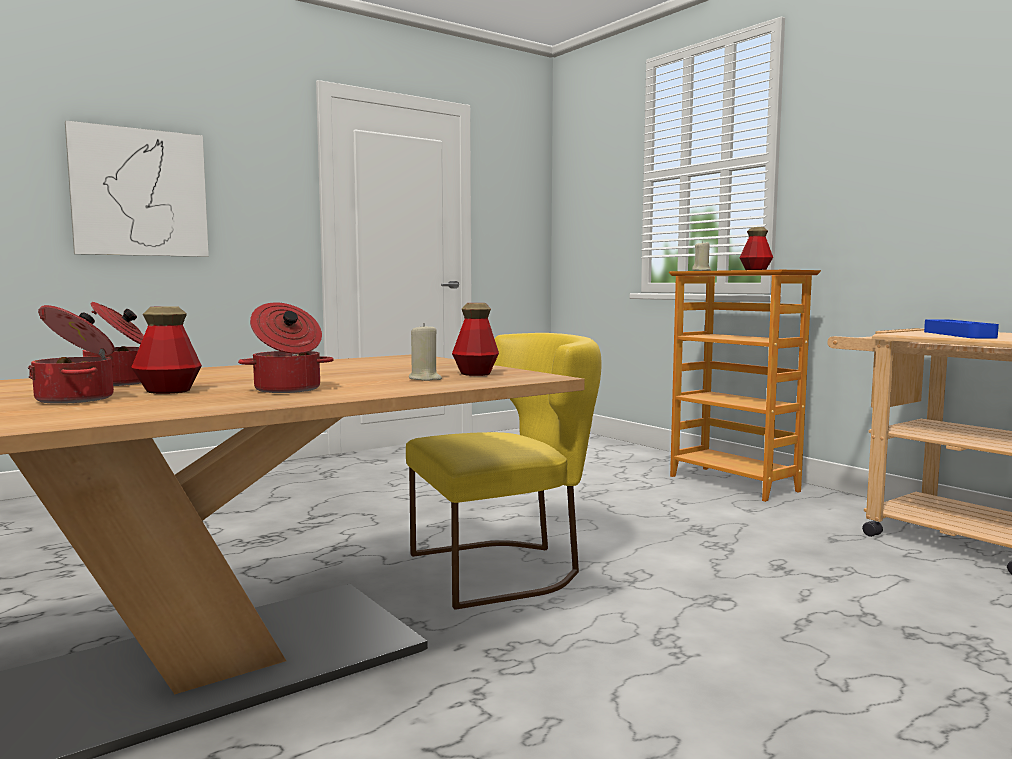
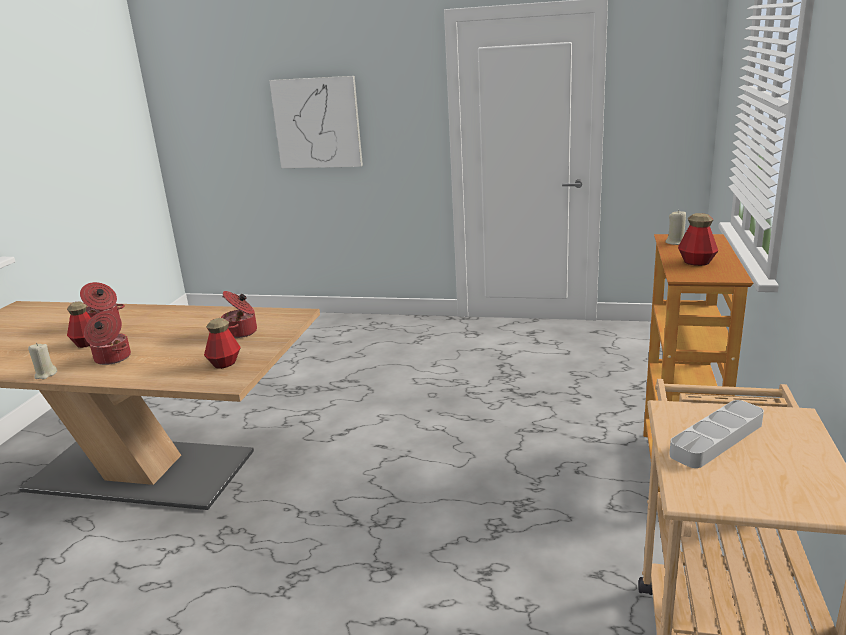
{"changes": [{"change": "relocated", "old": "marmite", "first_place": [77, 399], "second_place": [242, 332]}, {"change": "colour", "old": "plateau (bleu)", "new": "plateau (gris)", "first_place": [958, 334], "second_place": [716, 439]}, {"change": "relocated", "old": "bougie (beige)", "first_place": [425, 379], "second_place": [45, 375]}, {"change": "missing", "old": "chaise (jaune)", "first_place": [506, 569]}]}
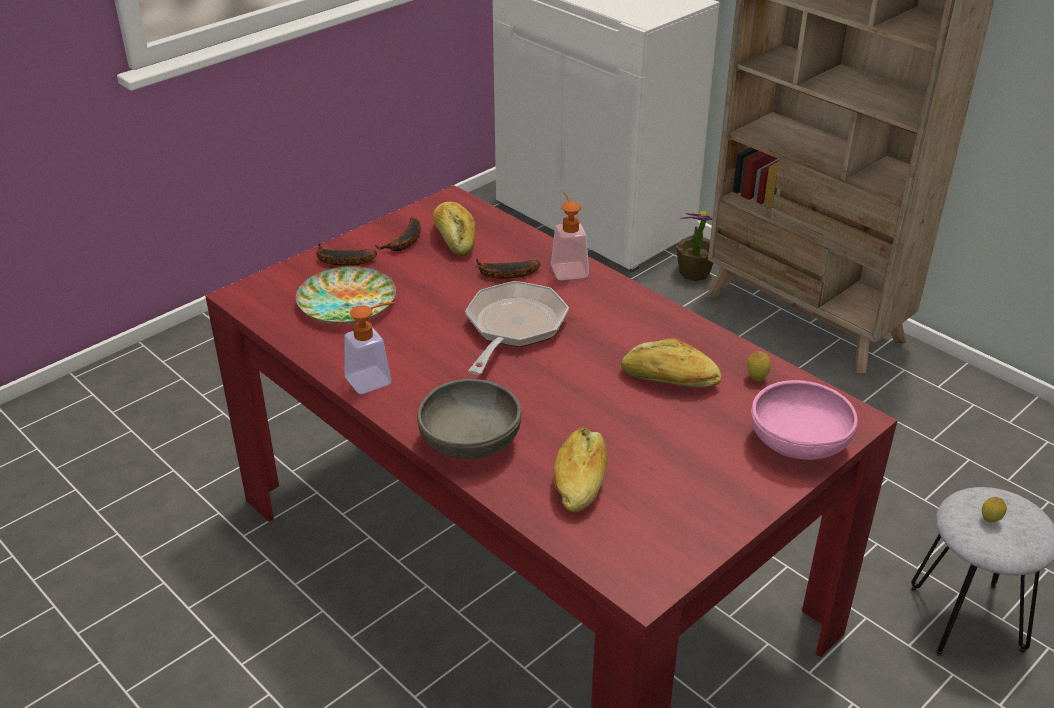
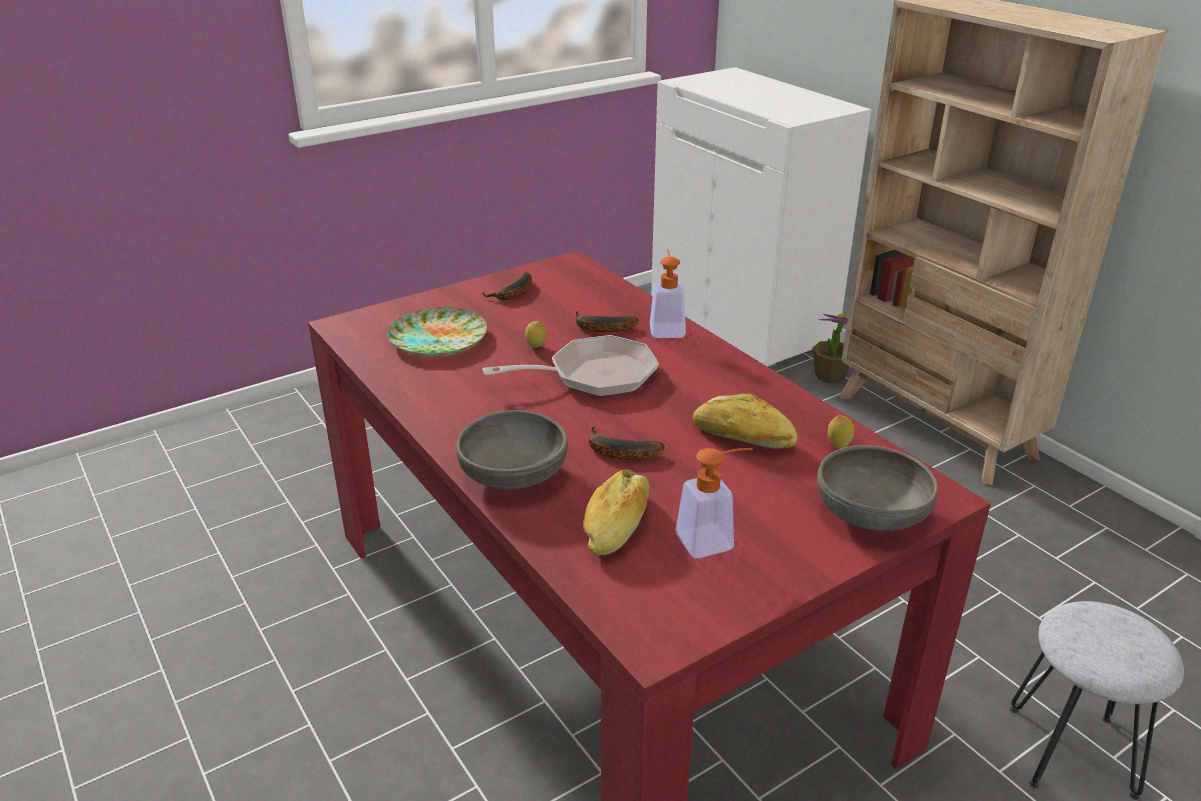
{"changes": [{"change": "missing", "old": "pain", "first_place": [455, 238]}, {"change": "relocated", "old": "banane", "first_place": [340, 261], "second_place": [617, 452]}, {"change": "spun", "old": "poêle", "first_place": [513, 328], "second_place": [594, 376], "degrees": 45}, {"change": "relocated", "old": "distributeur de savon", "first_place": [376, 378], "second_place": [713, 540]}, {"change": "colour", "old": "bol (rose)", "new": "bol (gris)", "first_place": [798, 443], "second_place": [870, 514]}, {"change": "relocated", "old": "citron", "first_place": [990, 521], "second_place": [536, 347]}]}
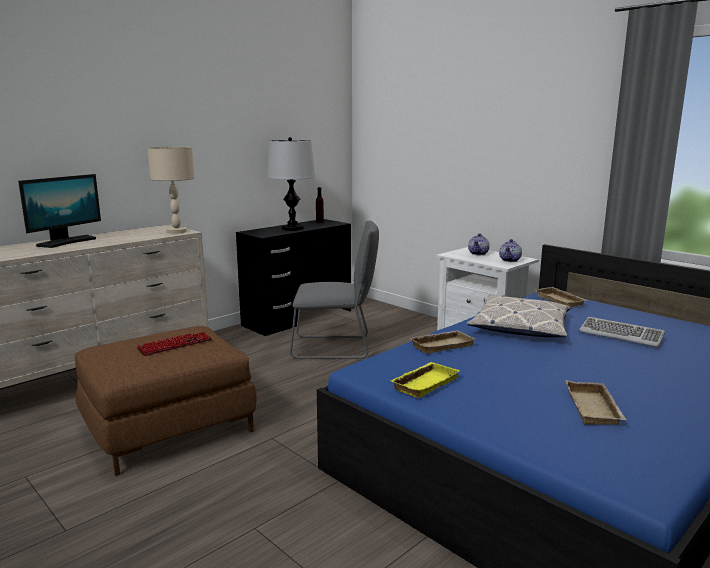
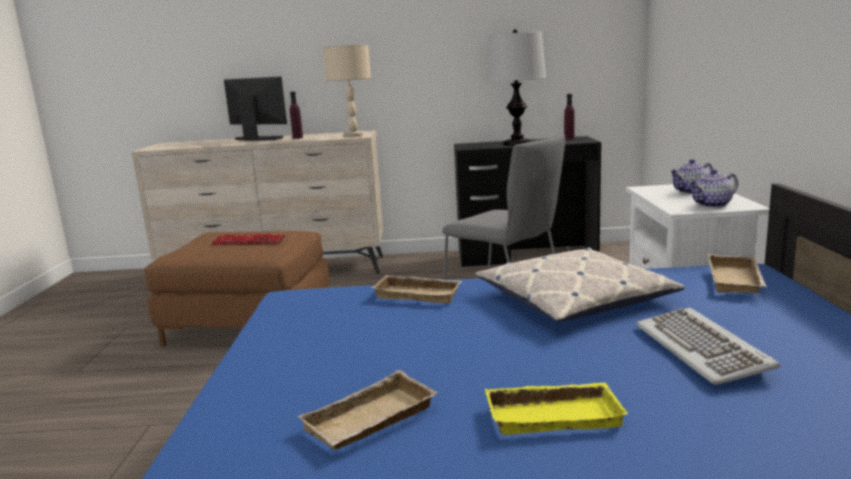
{"changes": [{"change": "spun", "old": "écran d'ordinateur", "first_place": [66, 242], "second_place": [258, 139], "degrees": -135}, {"change": "relocated", "old": "plateau (jaune)", "first_place": [424, 383], "second_place": [554, 414]}, {"change": "appeared", "new": "bouteille (violet)", "second_place": [297, 138]}]}
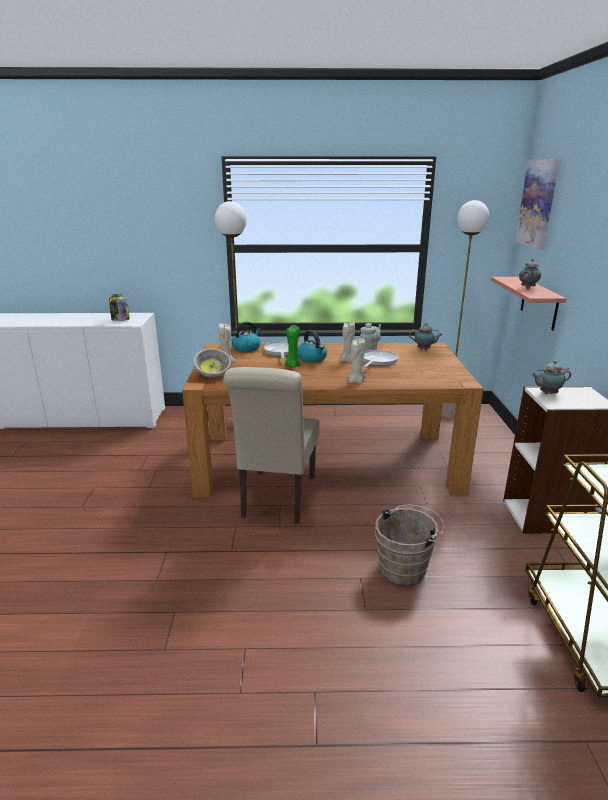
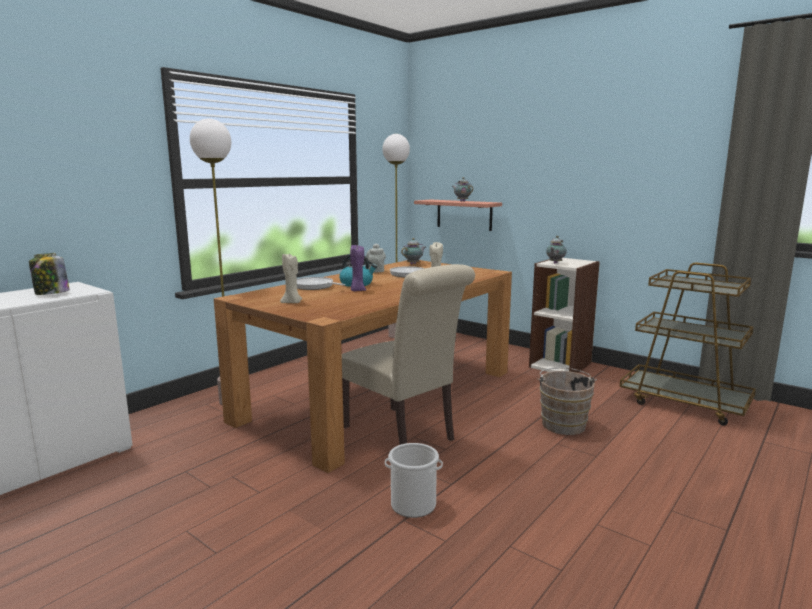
{"changes": [{"change": "missing", "old": "tableau", "first_place": [538, 203]}, {"change": "missing", "old": "bougie (beige)", "first_place": [347, 360]}, {"change": "missing", "old": "bouilloire", "first_place": [246, 348]}, {"change": "colour", "old": "bougie (vert)", "new": "bougie (violet)", "first_place": [292, 365], "second_place": [357, 290]}, {"change": "missing", "old": "bol", "first_place": [213, 375]}, {"change": "appeared", "new": "seau", "second_place": [412, 505]}]}
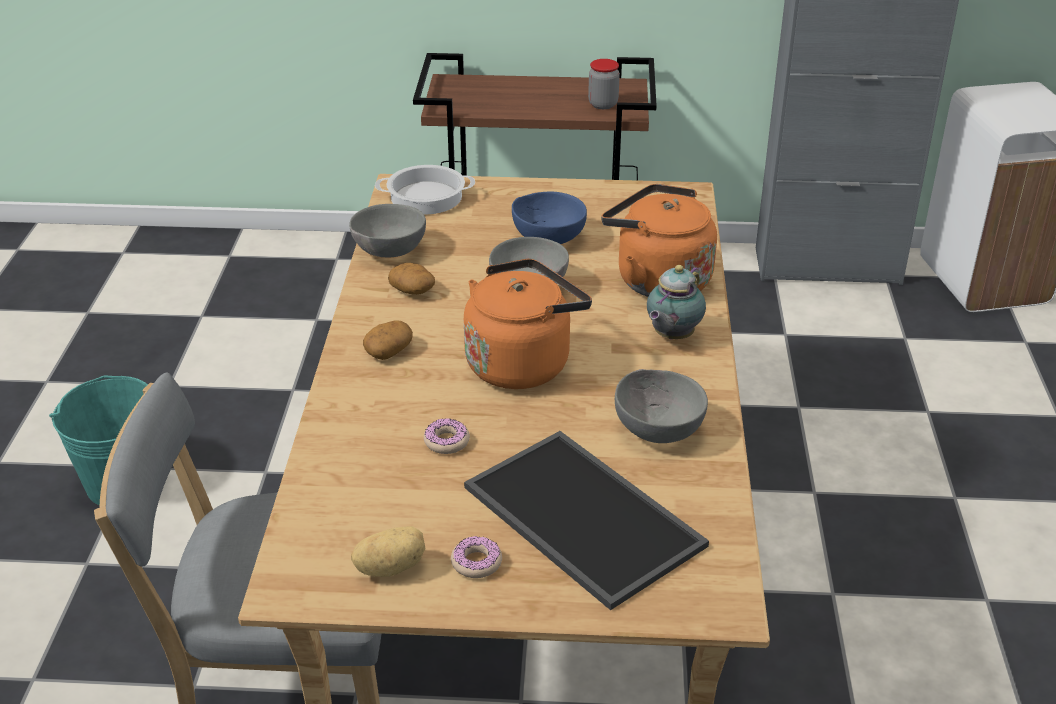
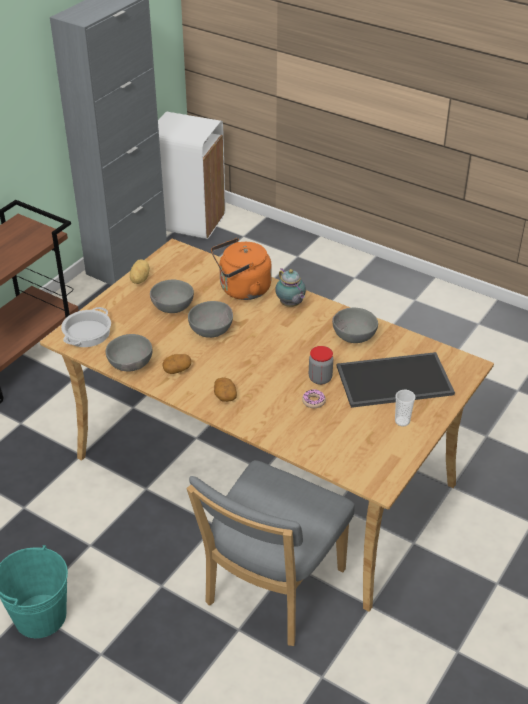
{"changes": [{"change": "relocated", "old": "bocal", "first_place": [603, 104], "second_place": [320, 378]}, {"change": "colour", "old": "bol (bleu)", "new": "bol (gris)", "first_place": [547, 237], "second_place": [171, 308]}, {"change": "missing", "old": "bouilloire (orange)", "first_place": [522, 363]}, {"change": "relocated", "old": "pomme de terre", "first_place": [390, 567], "second_place": [139, 279]}, {"change": "exchanged", "old": "beignet", "new": "tasse", "first_place": [476, 562], "second_place": [402, 421]}]}
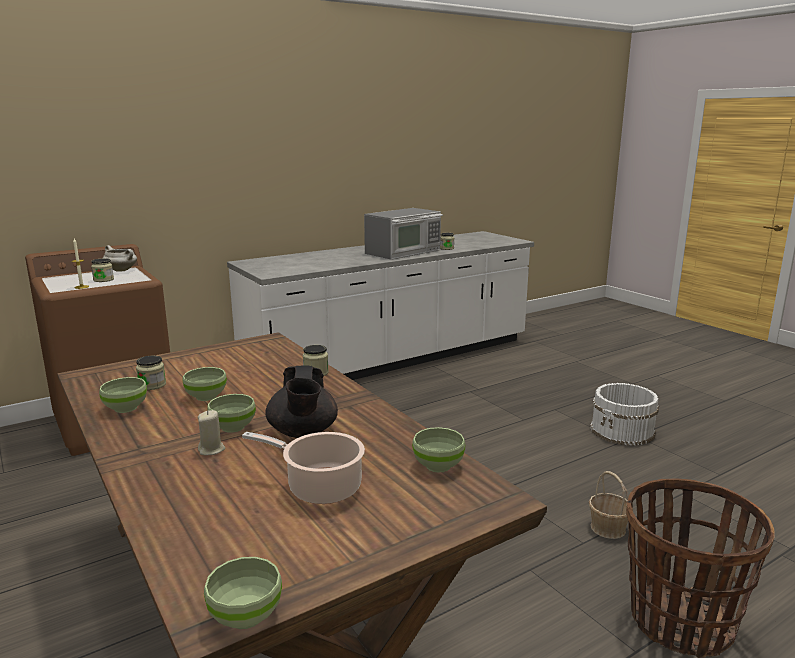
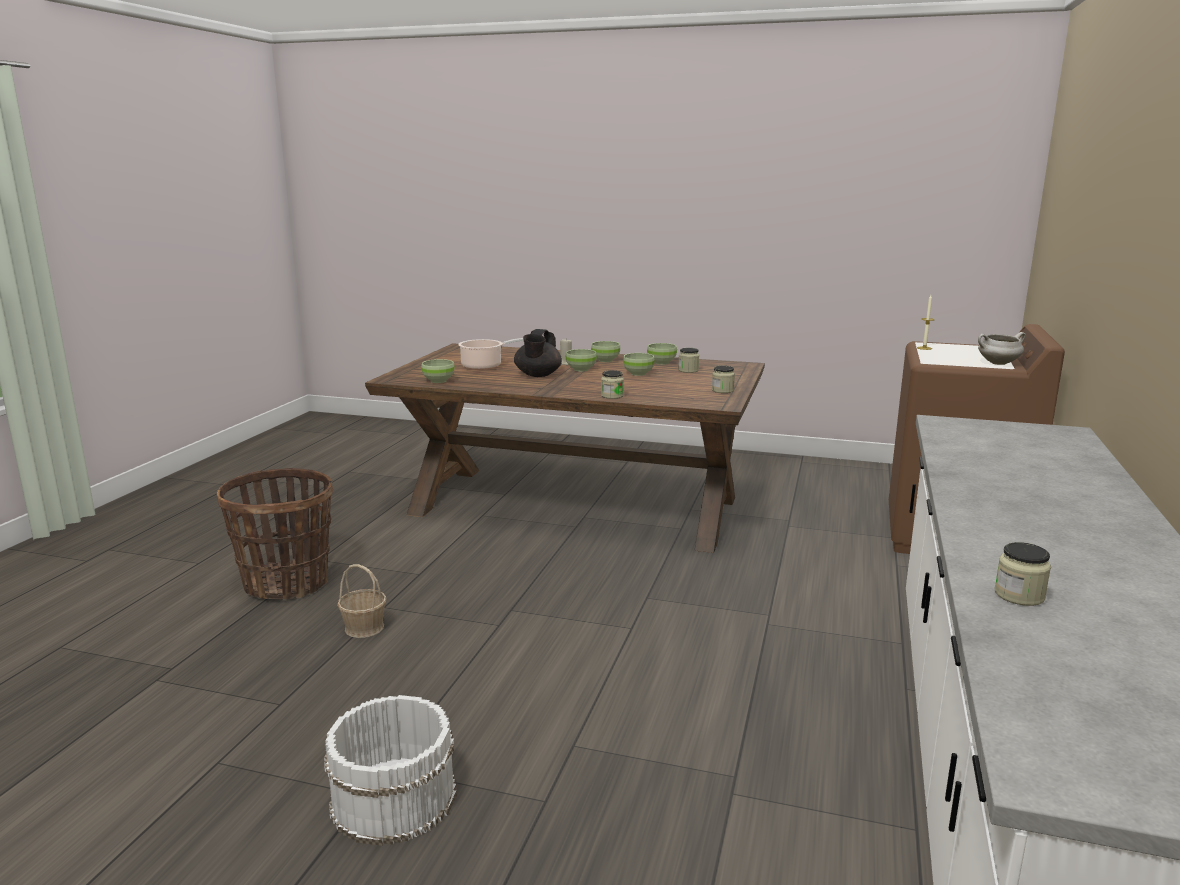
{"changes": [{"change": "missing", "old": "micro-ondes", "first_place": [404, 252]}, {"change": "relocated", "old": "bocal", "first_place": [103, 280], "second_place": [722, 390]}, {"change": "spun", "old": "théière (noir)", "first_place": [303, 433], "second_place": [538, 375], "degrees": -120}, {"change": "relocated", "old": "bol (vert)", "first_place": [245, 617], "second_place": [605, 360]}]}
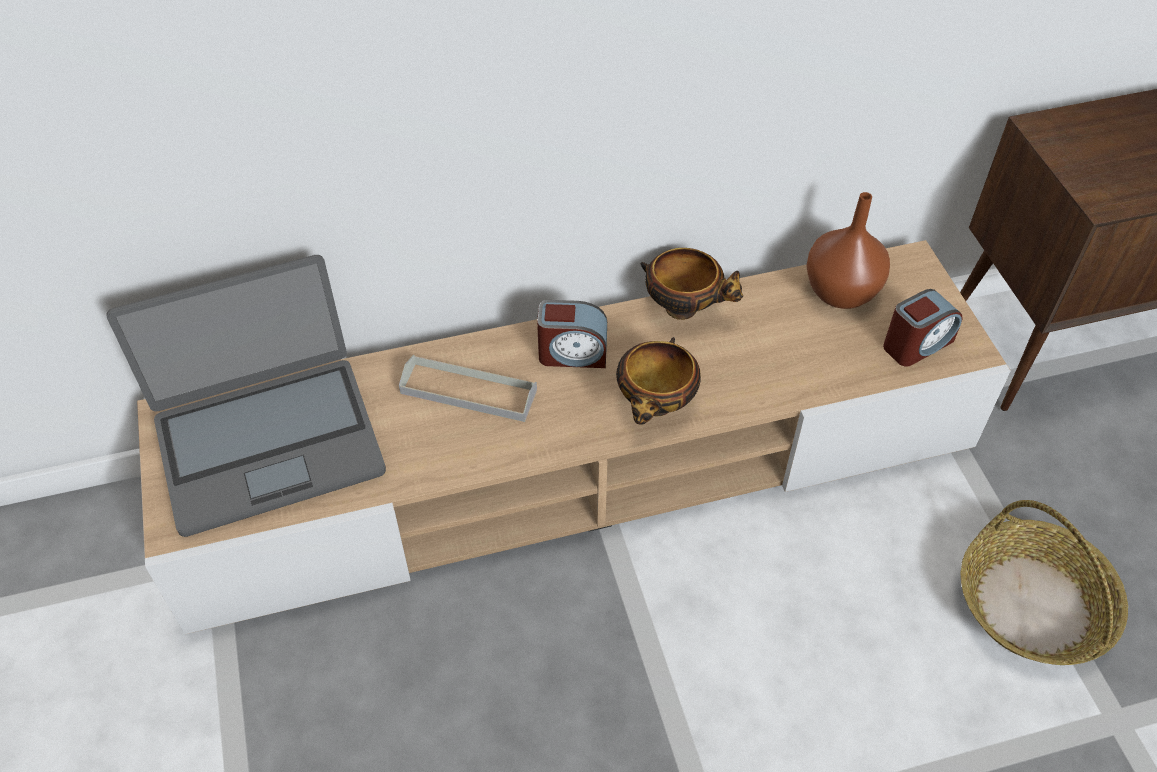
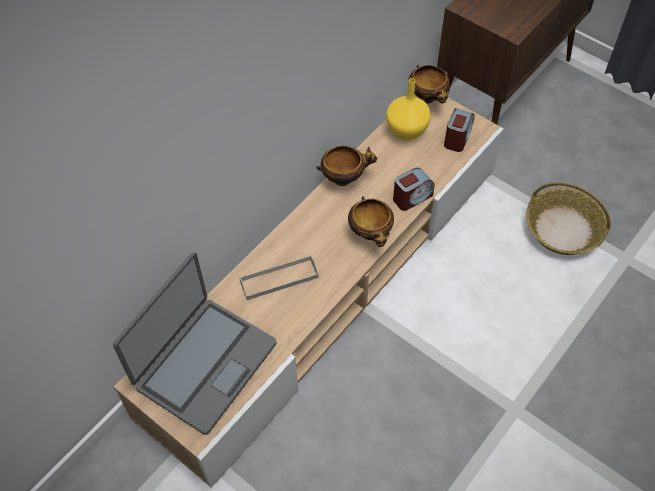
{"changes": [{"change": "colour", "old": "vase (marron)", "new": "vase (jaune)", "first_place": [840, 294], "second_place": [407, 131]}, {"change": "relocated", "old": "réveil", "first_place": [572, 353], "second_place": [412, 197]}, {"change": "appeared", "new": "bol", "second_place": [428, 98]}]}
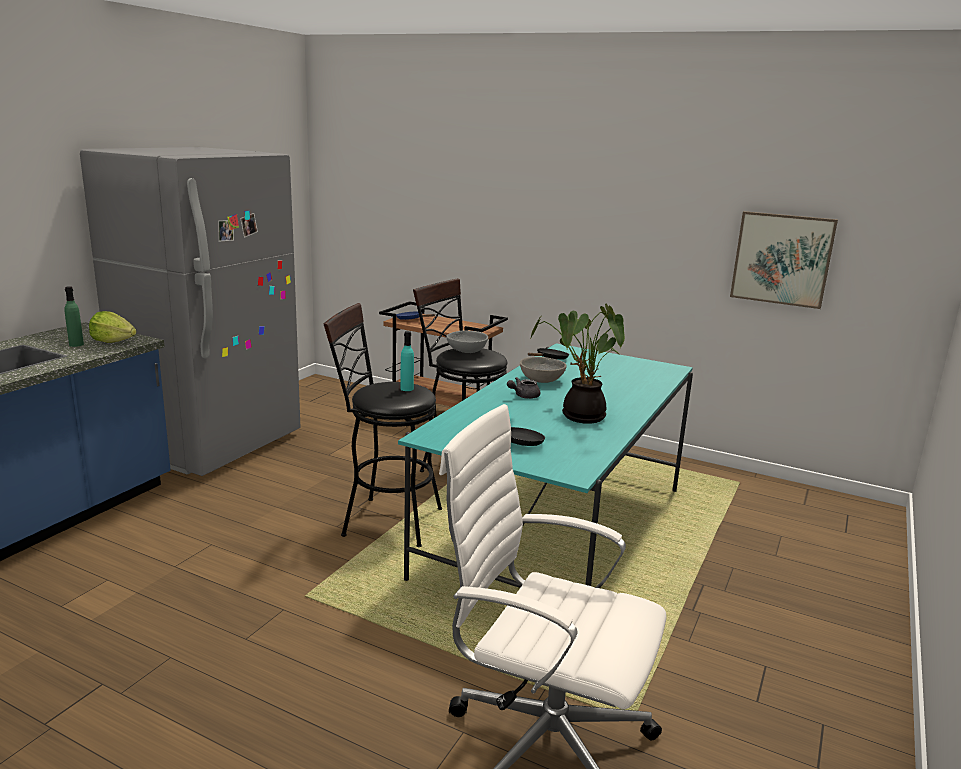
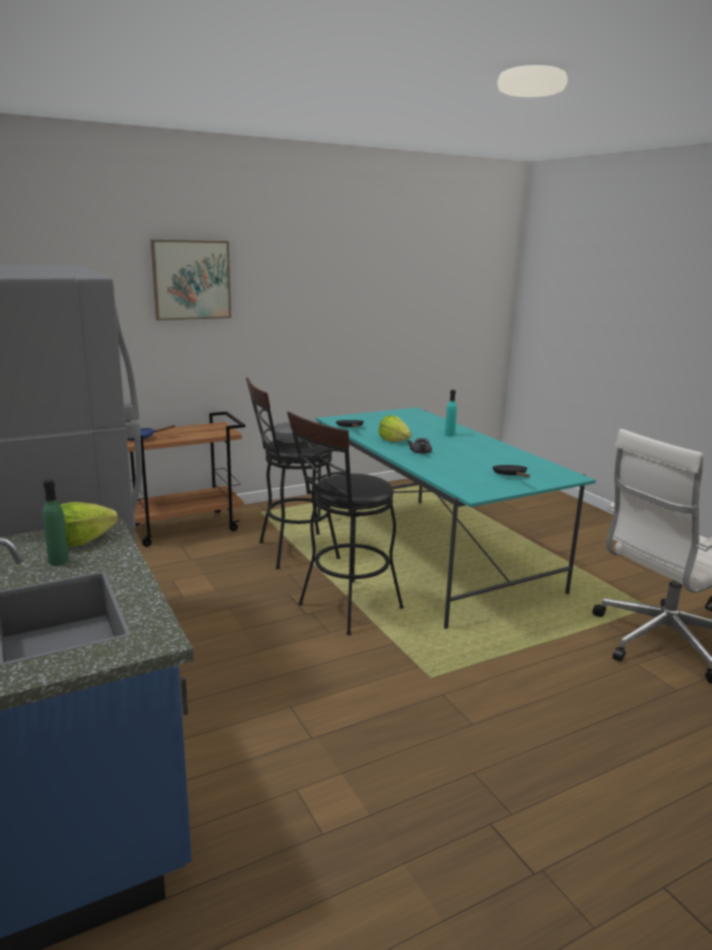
{"changes": [{"change": "relocated", "old": "tableau", "first_place": [782, 259], "second_place": [191, 280]}, {"change": "missing", "old": "plante en pot", "first_place": [579, 416]}, {"change": "relocated", "old": "bouteille (turquoise)", "first_place": [407, 389], "second_place": [449, 435]}, {"change": "exchanged", "old": "bol (gris)", "new": "laitue", "first_place": [542, 380], "second_place": [394, 441]}]}
